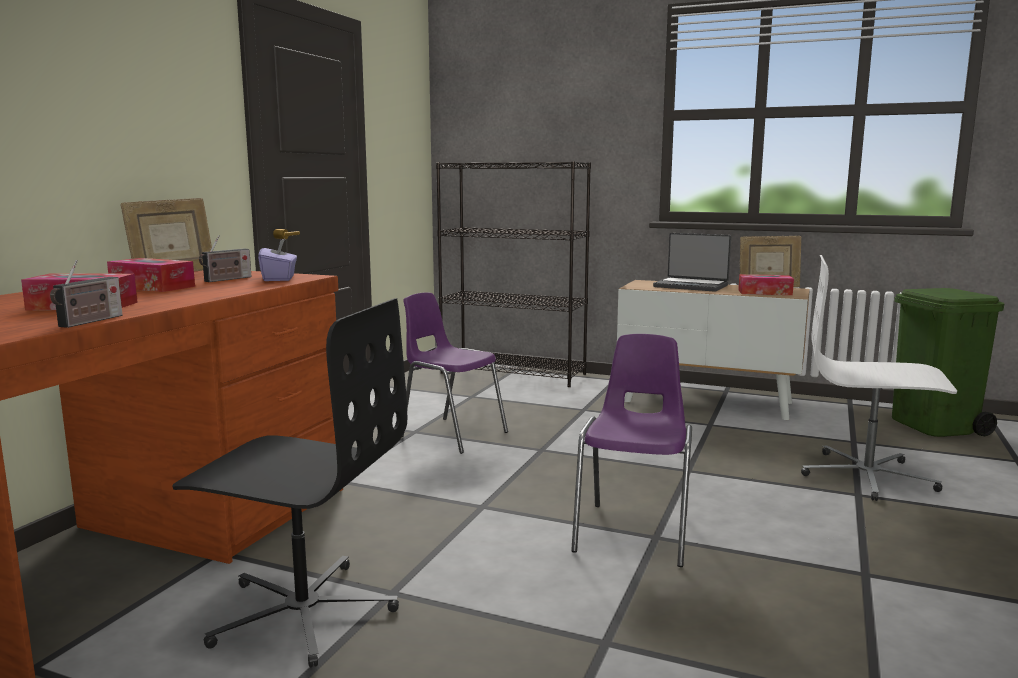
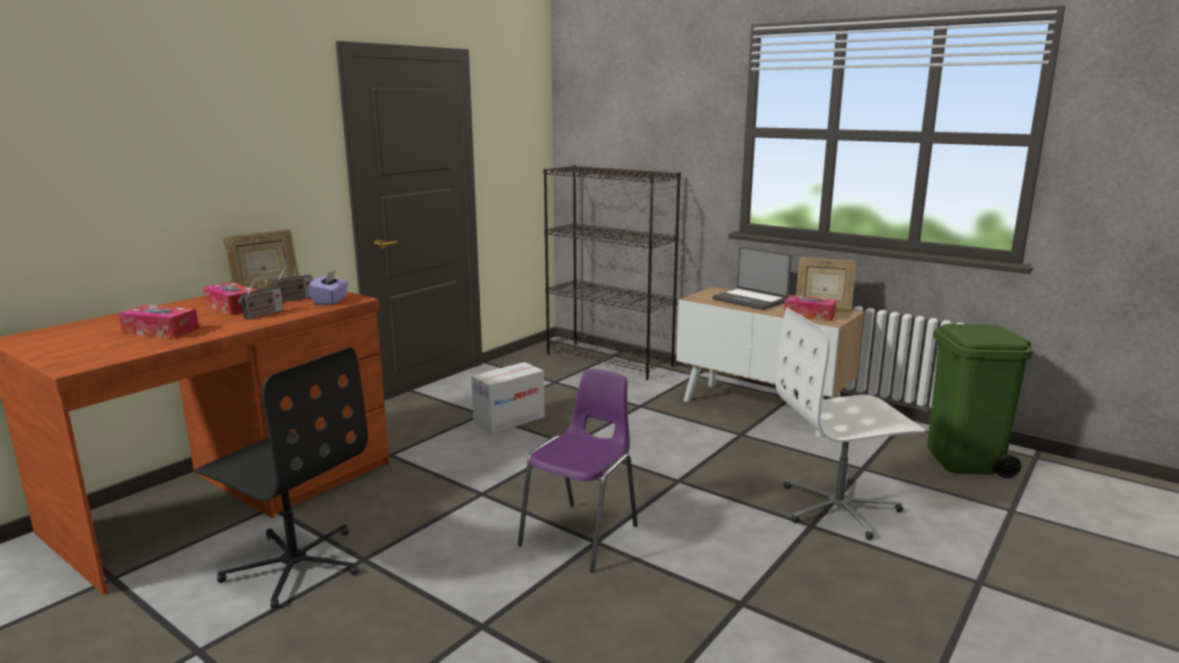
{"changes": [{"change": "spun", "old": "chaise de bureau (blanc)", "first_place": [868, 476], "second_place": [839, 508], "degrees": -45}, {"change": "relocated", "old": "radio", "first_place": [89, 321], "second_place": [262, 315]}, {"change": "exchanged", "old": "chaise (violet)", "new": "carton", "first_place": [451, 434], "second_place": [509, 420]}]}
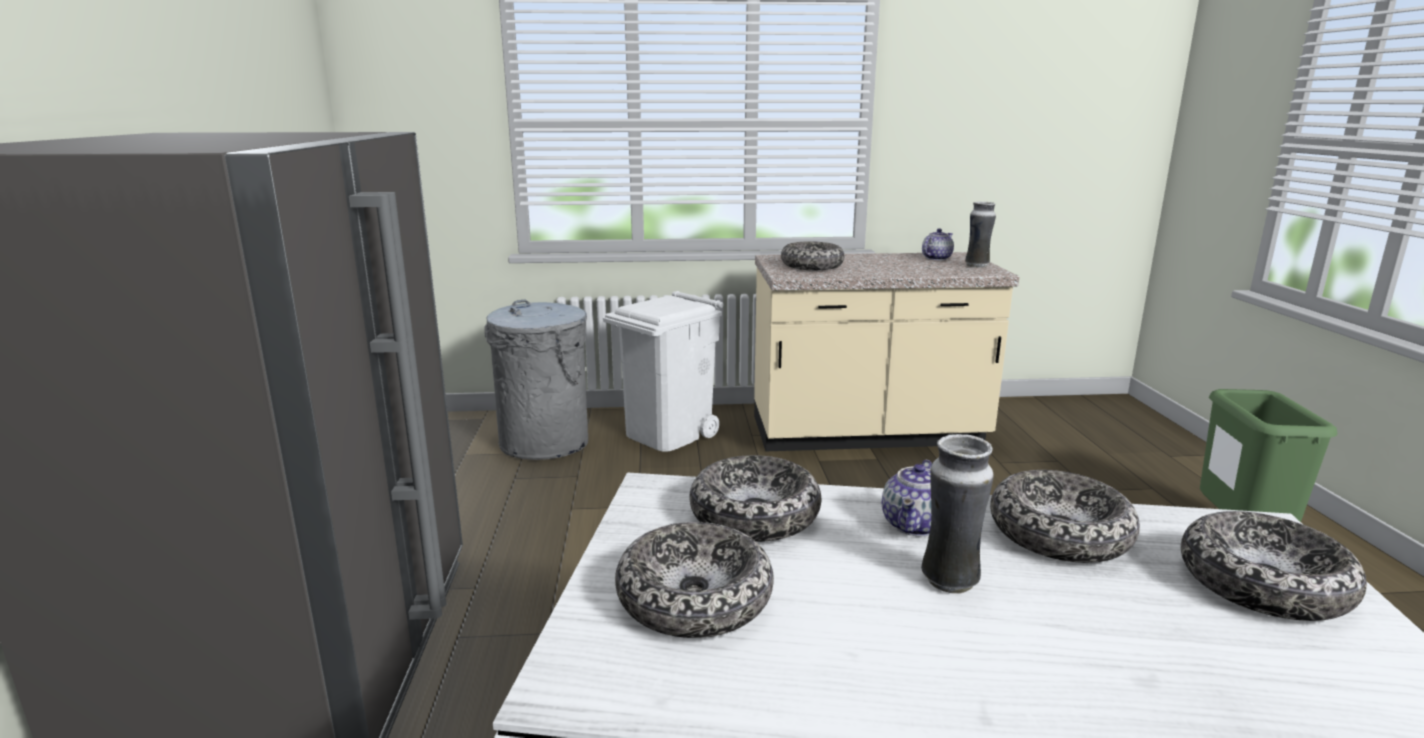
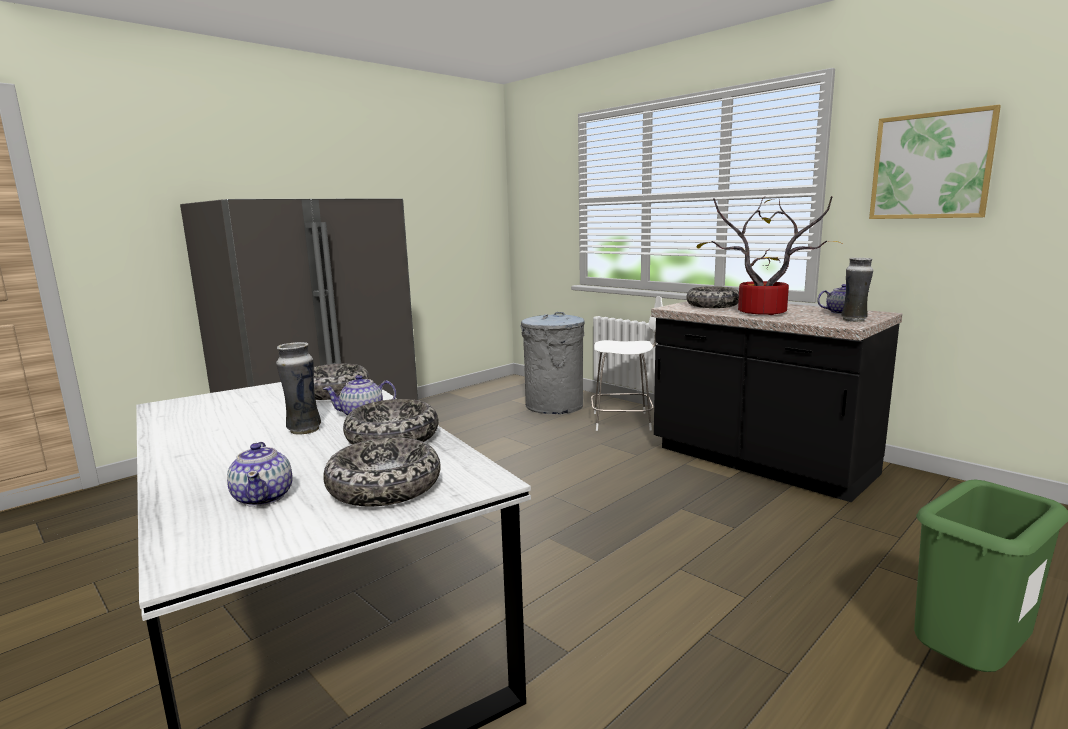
{"changes": [{"change": "colour", "old": "comptoir de cuisine (beige)", "new": "comptoir de cuisine (noir)", "first_place": [867, 434], "second_place": [760, 463]}, {"change": "exchanged", "old": "poubelle (blanc)", "new": "chaise (blanc)", "first_place": [668, 434], "second_place": [624, 421]}, {"change": "missing", "old": "bol", "first_place": [694, 598]}, {"change": "appeared", "new": "tableau", "second_place": [931, 166]}, {"change": "appeared", "new": "plante en pot", "second_place": [759, 313]}, {"change": "appeared", "new": "théière", "second_place": [264, 497]}]}
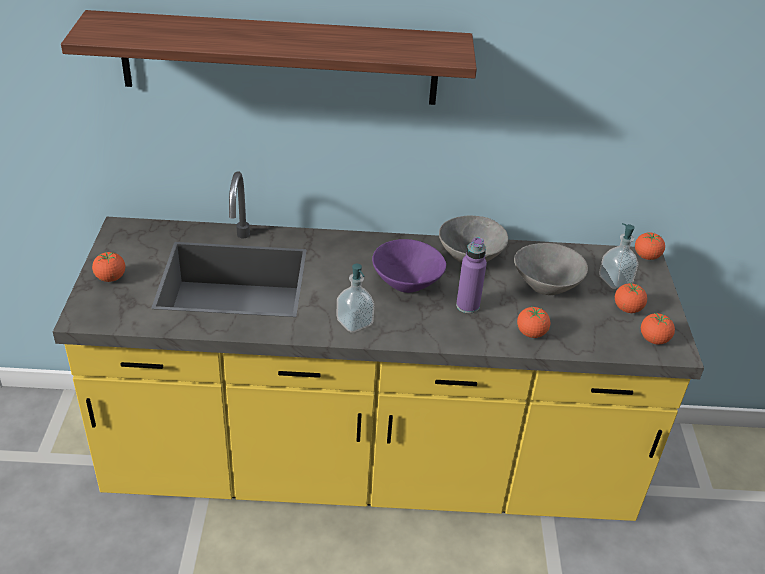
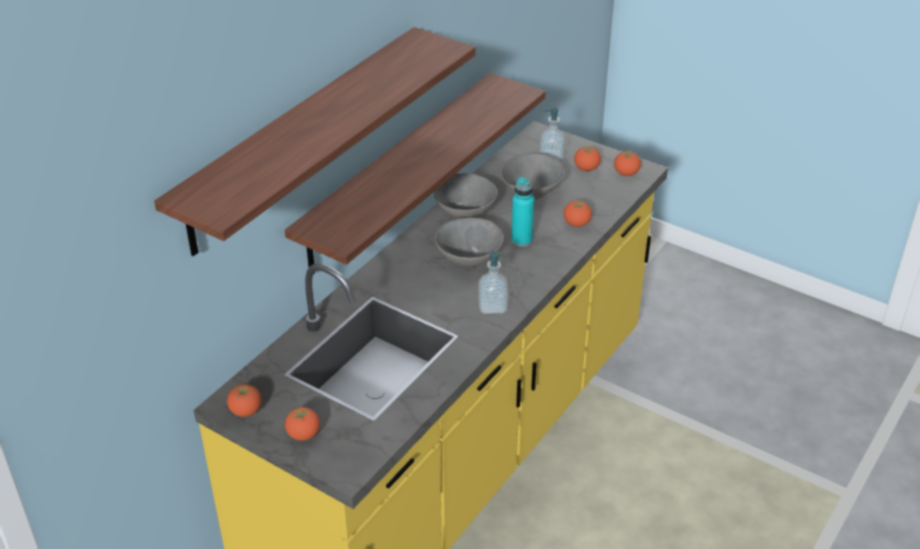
{"changes": [{"change": "relocated", "old": "tomate", "first_place": [646, 256], "second_place": [246, 411]}, {"change": "colour", "old": "bouteille (violet)", "new": "bouteille (turquoise)", "first_place": [467, 306], "second_place": [521, 240]}, {"change": "colour", "old": "bol (violet)", "new": "bol (gris)", "first_place": [407, 284], "second_place": [469, 259]}, {"change": "appeared", "new": "étagère", "second_place": [397, 173]}]}
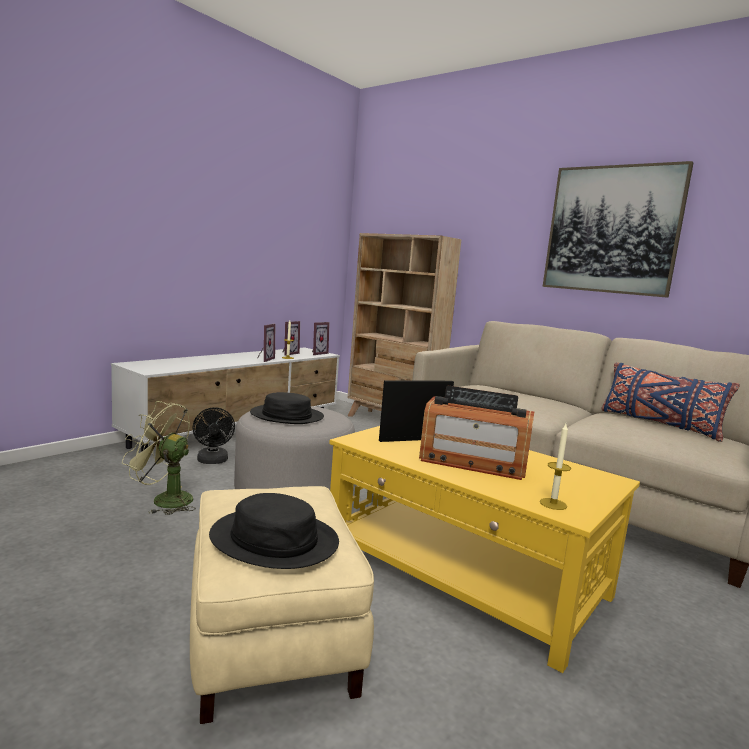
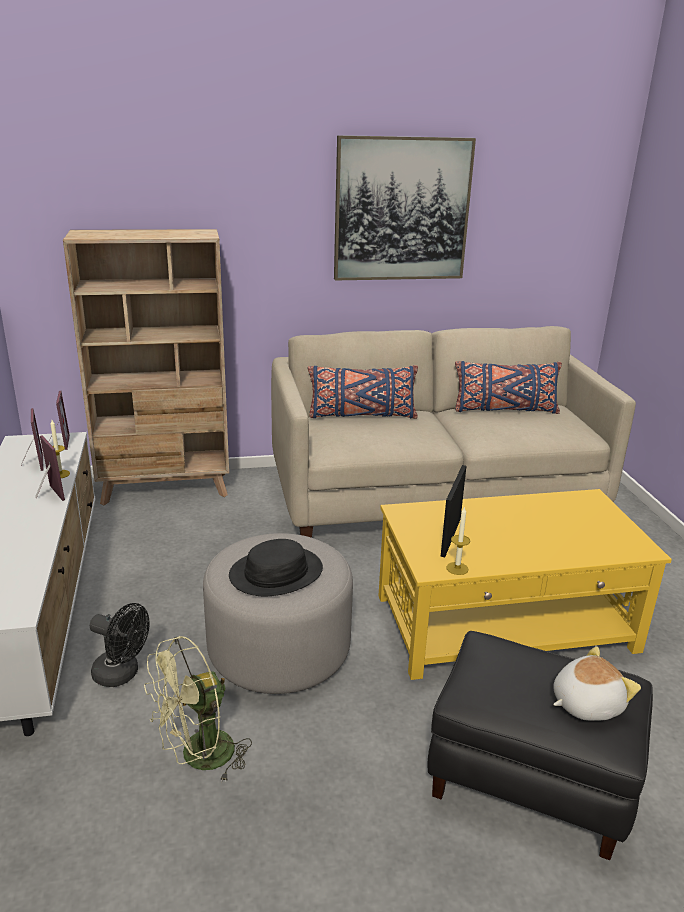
{"changes": [{"change": "missing", "old": "radio", "first_place": [473, 462]}, {"change": "relocated", "old": "bougie", "first_place": [553, 504], "second_place": [457, 568]}, {"change": "colour", "old": "pouf (beige)", "new": "pouf (noir)", "first_place": [270, 638], "second_place": [528, 778]}, {"change": "exchanged", "old": "chapeau (noir)", "new": "peluche", "first_place": [274, 540], "second_place": [585, 703]}, {"change": "appeared", "new": "coussin (bleu)", "second_place": [362, 415]}]}
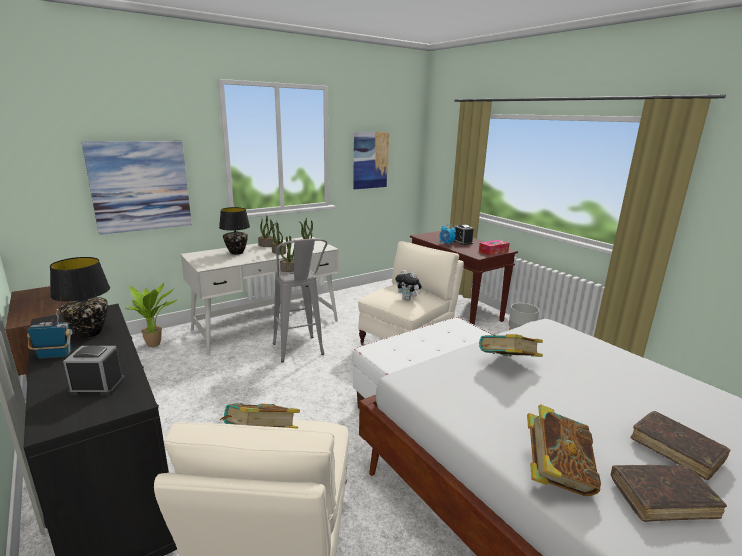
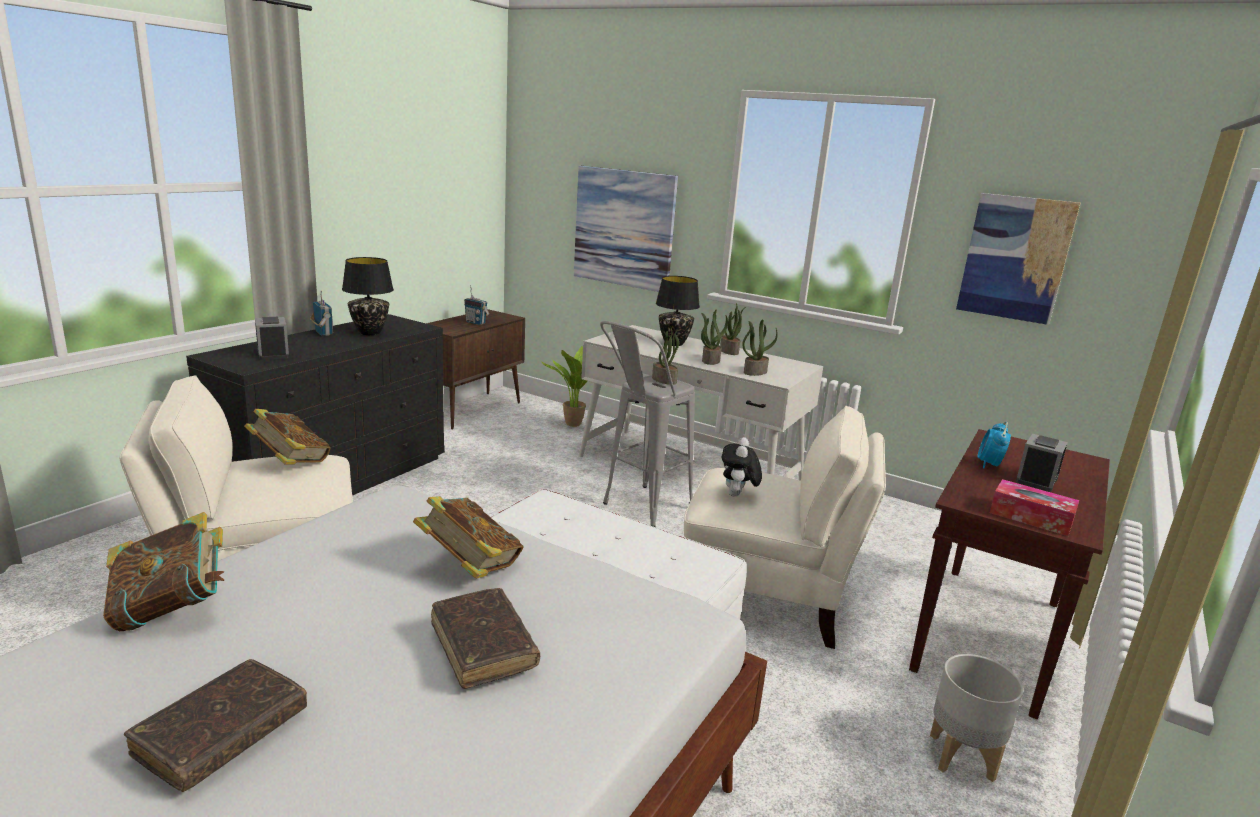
{"changes": [{"change": "relocated", "old": "livre (marron)", "first_place": [662, 498], "second_place": [483, 646]}, {"change": "appeared", "new": "radio", "second_place": [476, 323]}]}
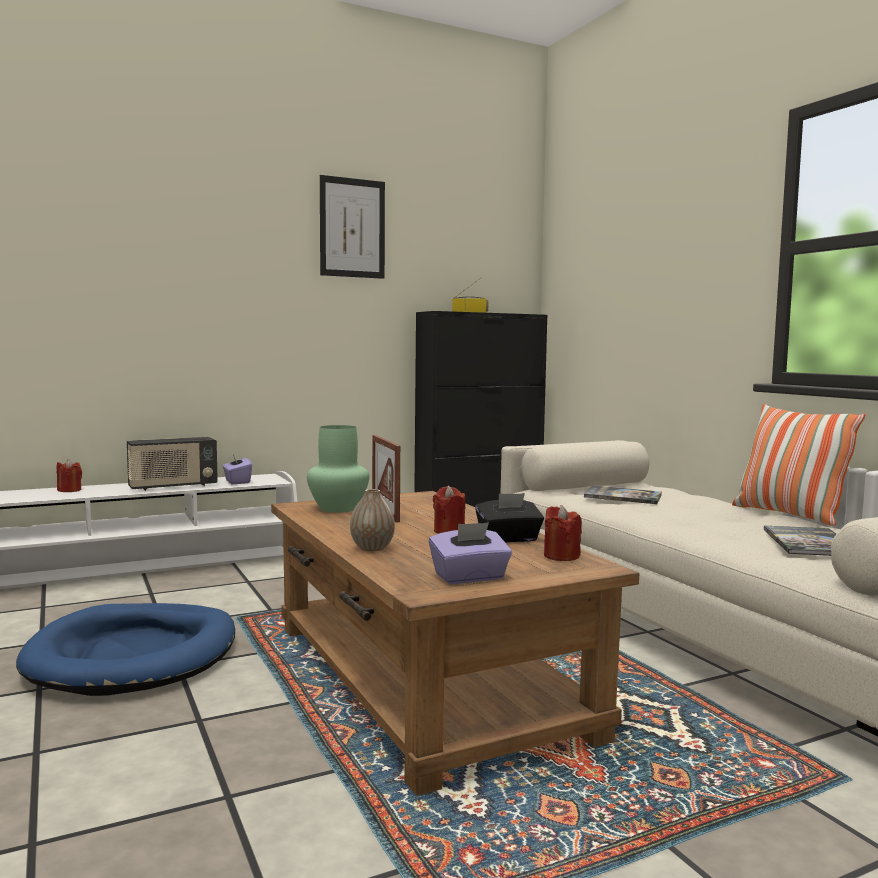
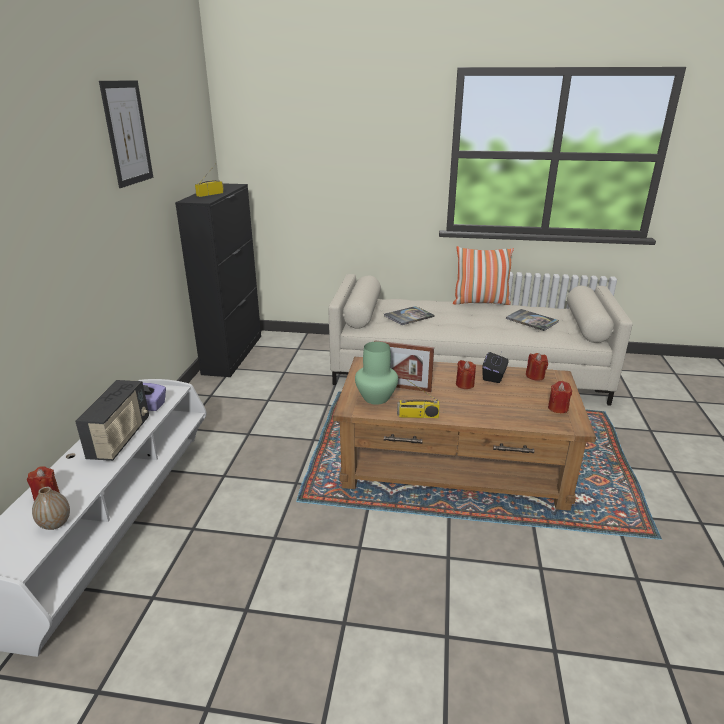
{"changes": [{"change": "relocated", "old": "vase", "first_place": [372, 548], "second_place": [55, 524]}, {"change": "exchanged", "old": "boîte à mouchoirs (violet)", "new": "bougie (rouge)", "first_place": [470, 577], "second_place": [558, 408]}, {"change": "missing", "old": "panier pour chien (bleu)", "first_place": [134, 655]}, {"change": "appeared", "new": "radio", "second_place": [417, 416]}]}
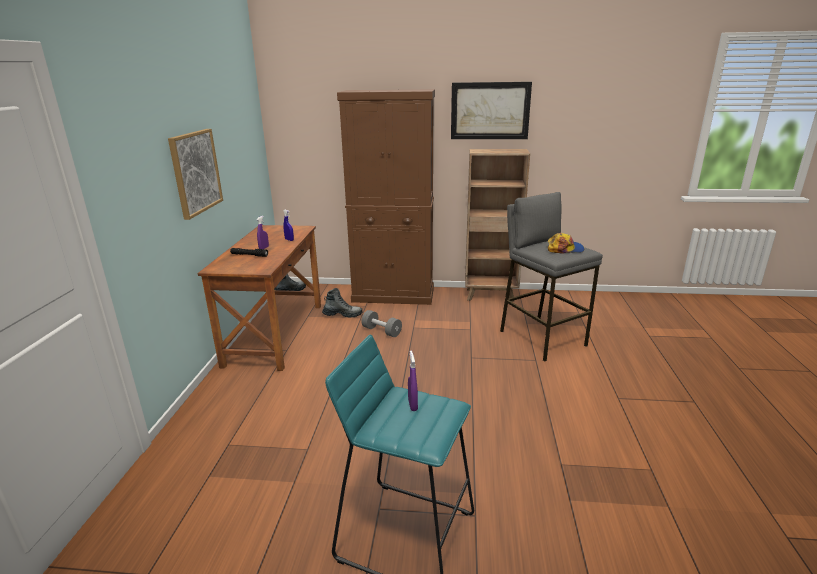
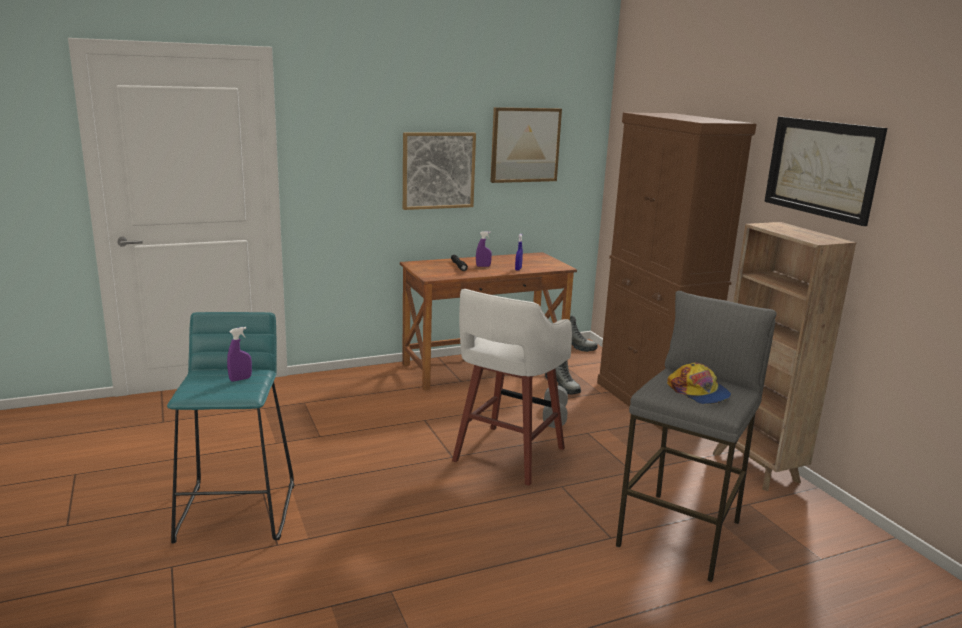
{"changes": [{"change": "appeared", "new": "tableau", "second_place": [525, 145]}, {"change": "appeared", "new": "tabouret (blanc)", "second_place": [507, 456]}]}
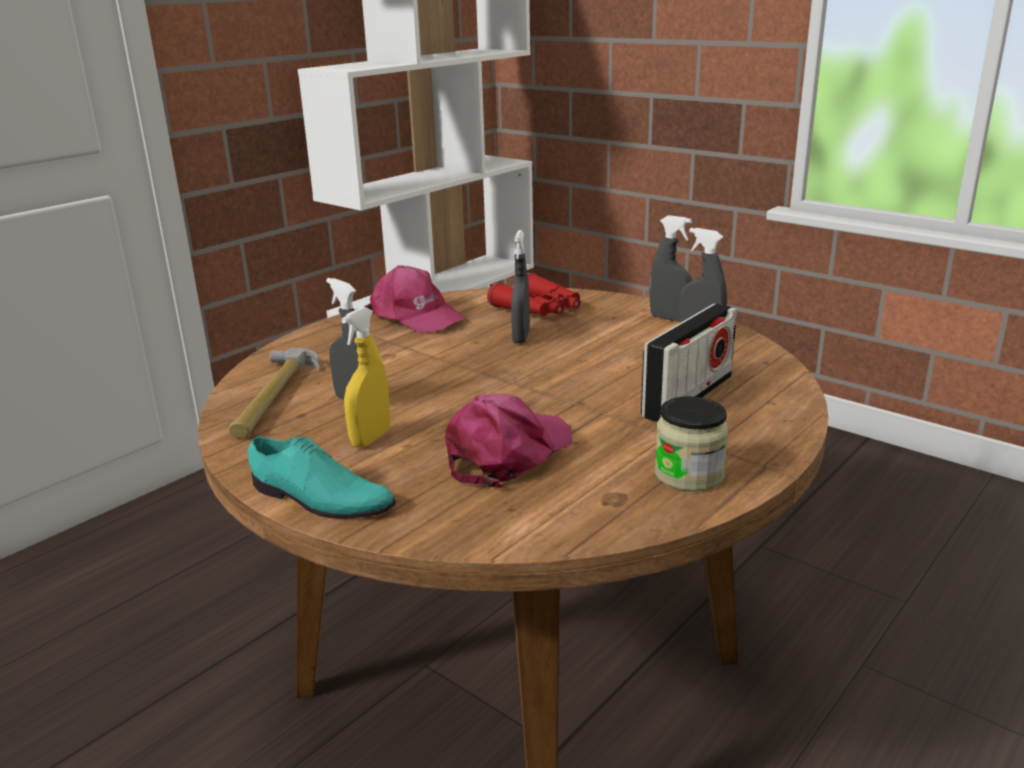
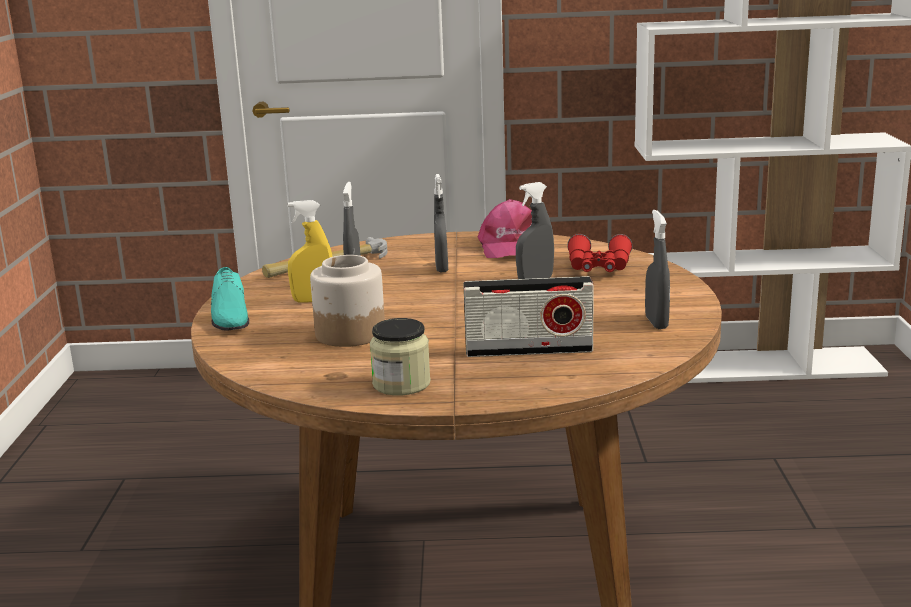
{"changes": [{"change": "relocated", "old": "vaporisateur (gris)", "first_place": [669, 318], "second_place": [441, 268]}, {"change": "exchanged", "old": "casquette (rose)", "new": "bocal", "first_place": [508, 453], "second_place": [349, 334]}]}
